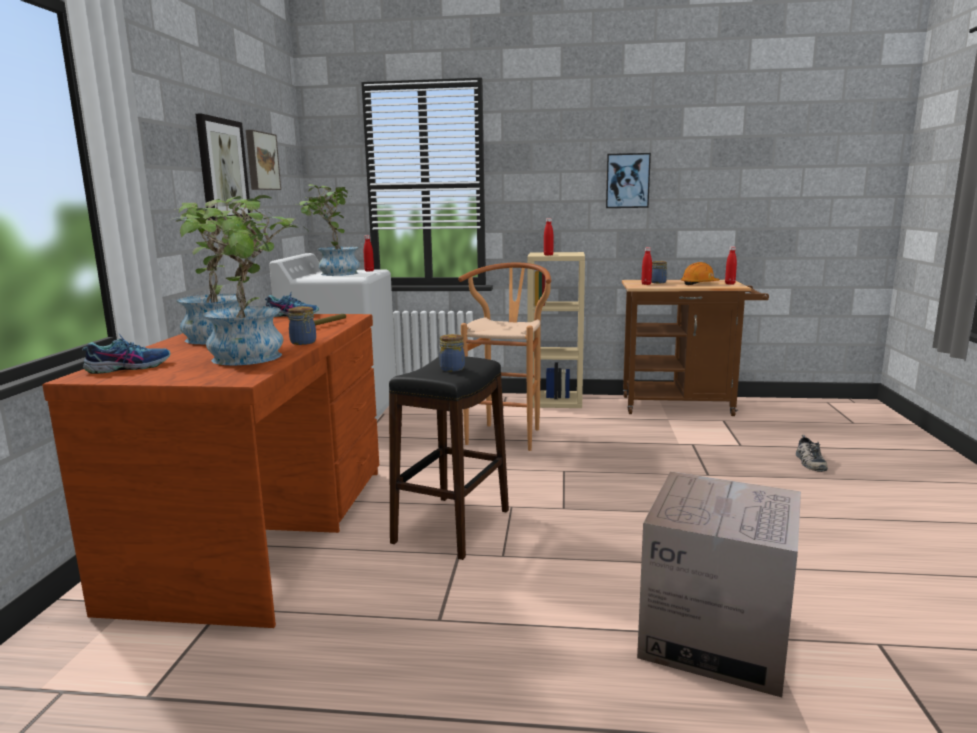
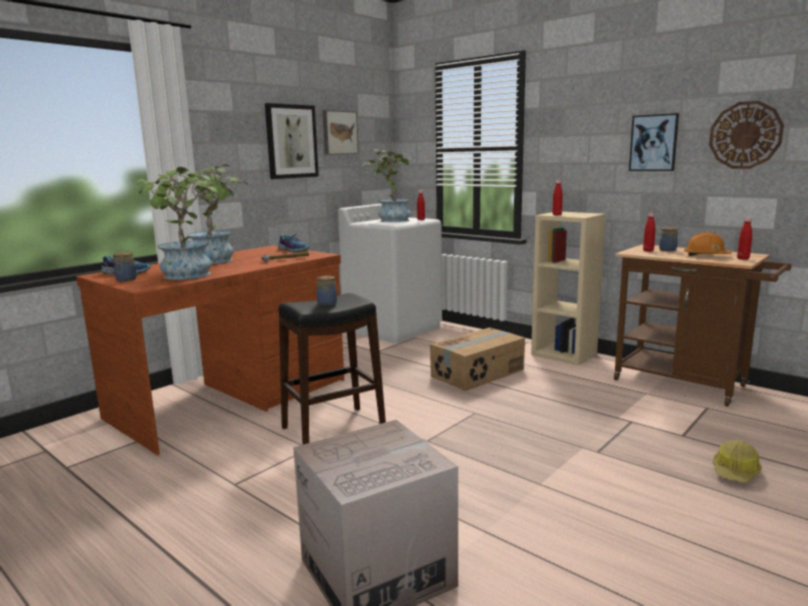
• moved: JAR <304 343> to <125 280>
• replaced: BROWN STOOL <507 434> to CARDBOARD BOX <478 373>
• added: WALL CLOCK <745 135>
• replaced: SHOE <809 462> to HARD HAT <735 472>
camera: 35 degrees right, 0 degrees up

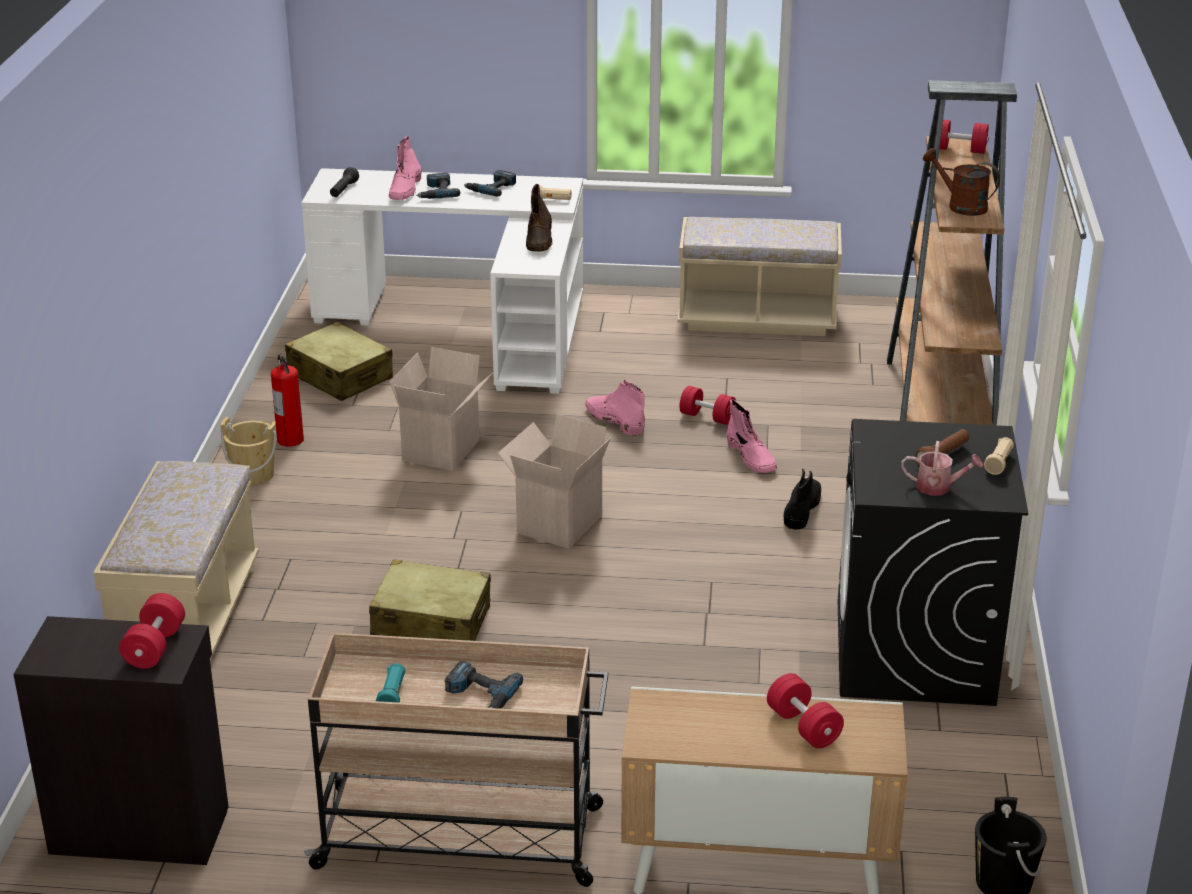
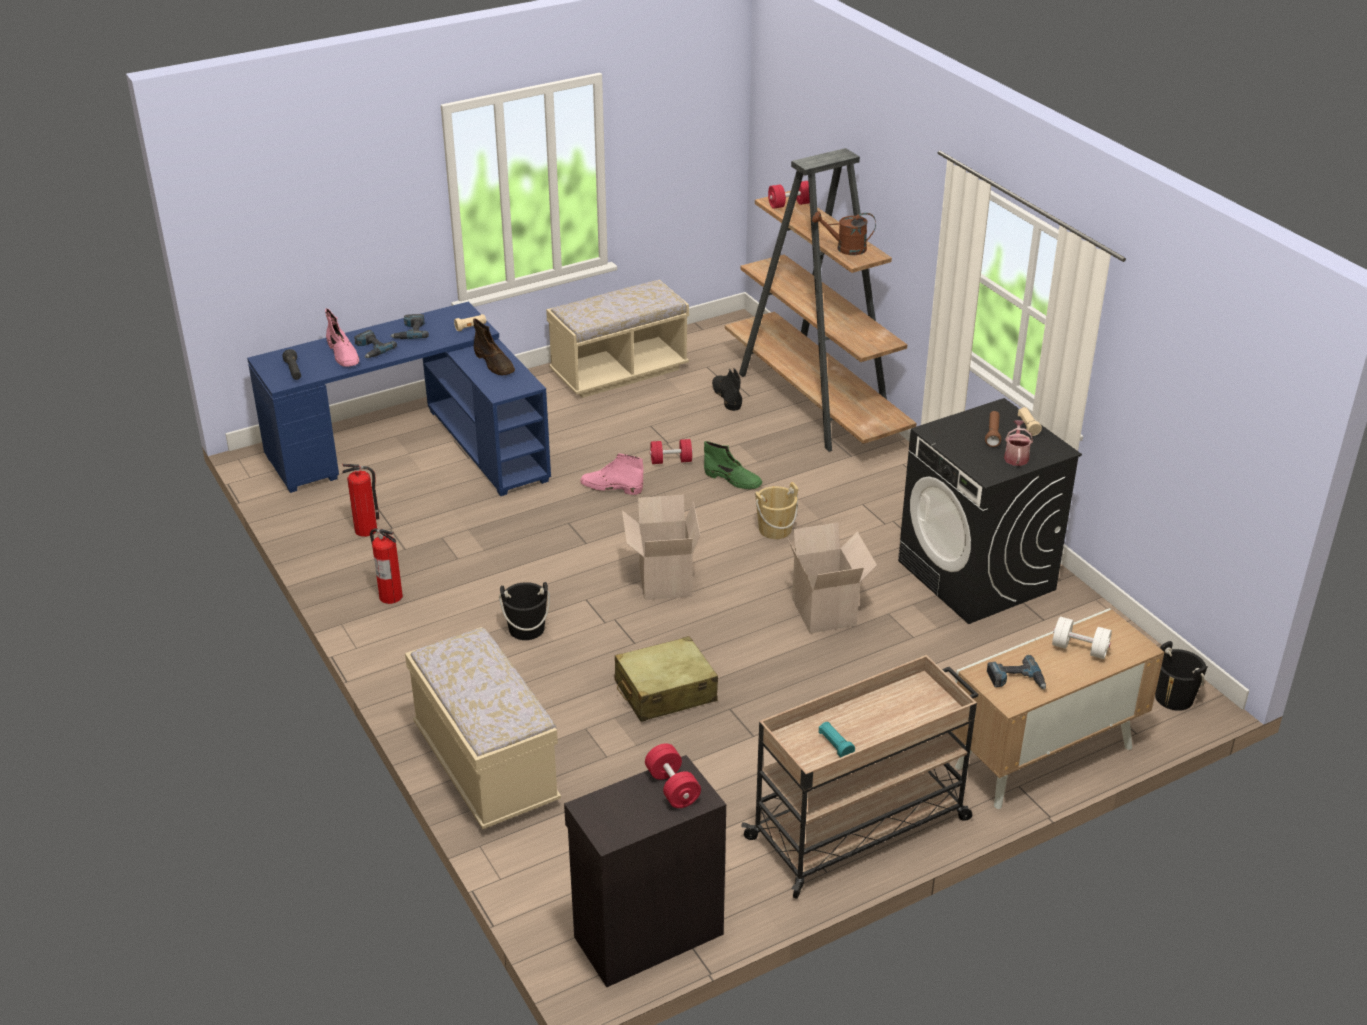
• recoloured: WHITE DESK <472 324> to BLUE DESK <418 449>
• replaced: BEIGE SUITCASE <340 376> to FIRE EXTINGUISHER <366 530>
• added: BLACK BUCKET <526 629>
• recoloured: PINK BOOT <751 457> to GREEN BOOT <733 480>
• moved: BLACK BOOT <802 508> to <726 396>
• moved: BEIGE BUCKET <253 475> to <775 529>
• moved: CARDBOARD BOX <443 451> to <826 612>
• moved: POWER DRILL <480 694> to <1016 679>
• turned: WATERING CAN <938 487> = <1016 456> 60 degrees counterclockwise
• recoloured: RED DUMBBELL <803 727> to WHITE DUMBBELL <1079 649>
camera: 35 degrees left, 5 degrees up

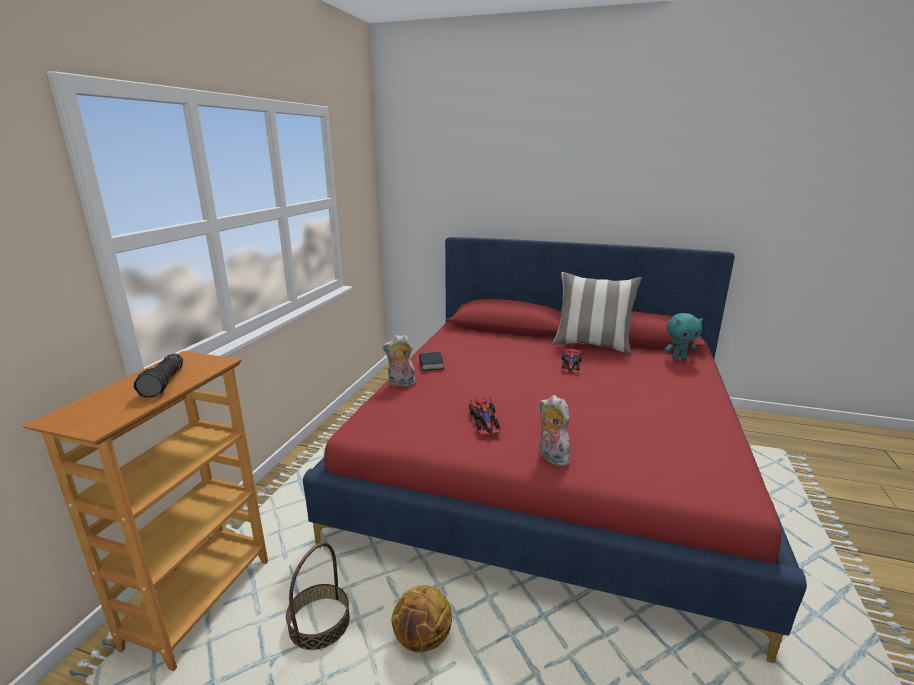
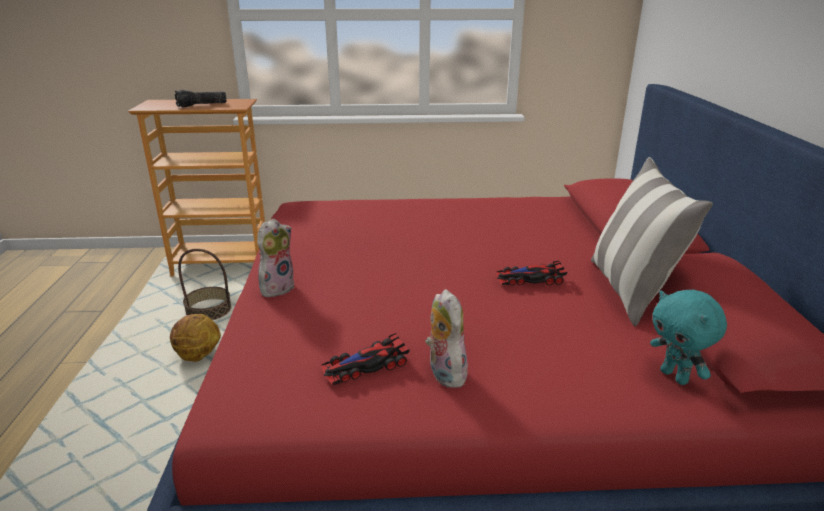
• moved: TOY CAR <484 420> to <365 365>
• moved: PLUSH TOY <400 384> to <444 373>
• removed: BOOK <431 364>
camera: 70 degrees right, 5 degrees up

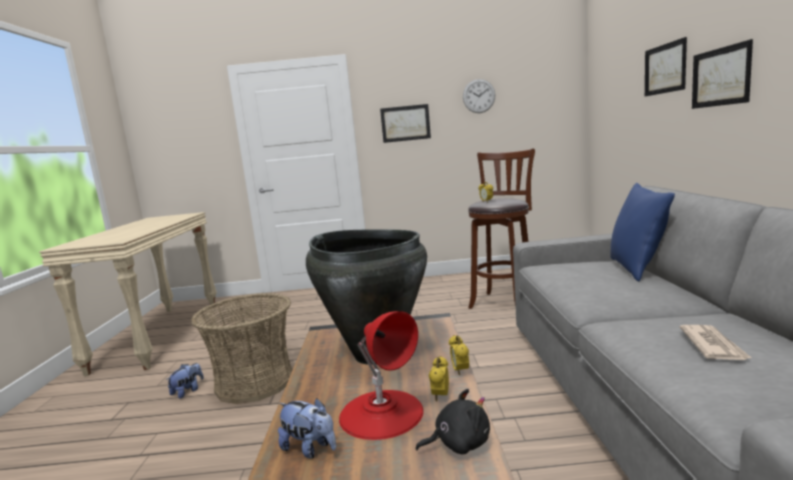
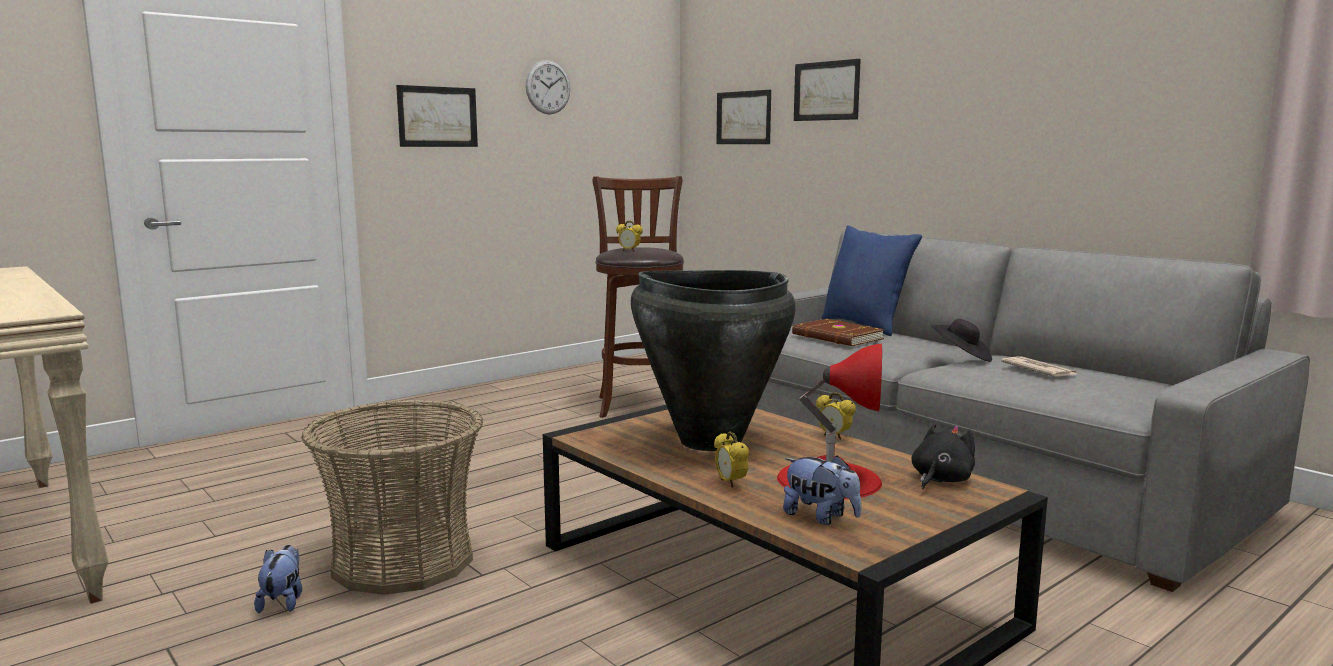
• moved: ALARM CLOCK <440 396> to <730 483>
• moved: PICTURE <720 77> to <743 117>
• turned: PLUSH TOY <310 449> = <820 517> 45 degrees clockwise
• added: BROWN BOOK <837 337>
• added: BLACK HAT <961 357>
camera: 40 degrees left, 0 degrees up

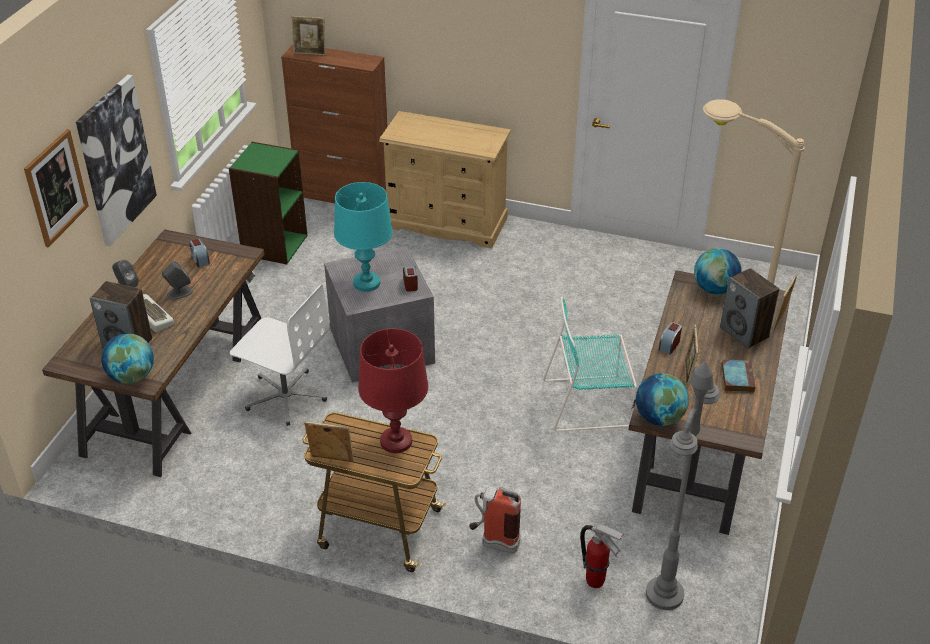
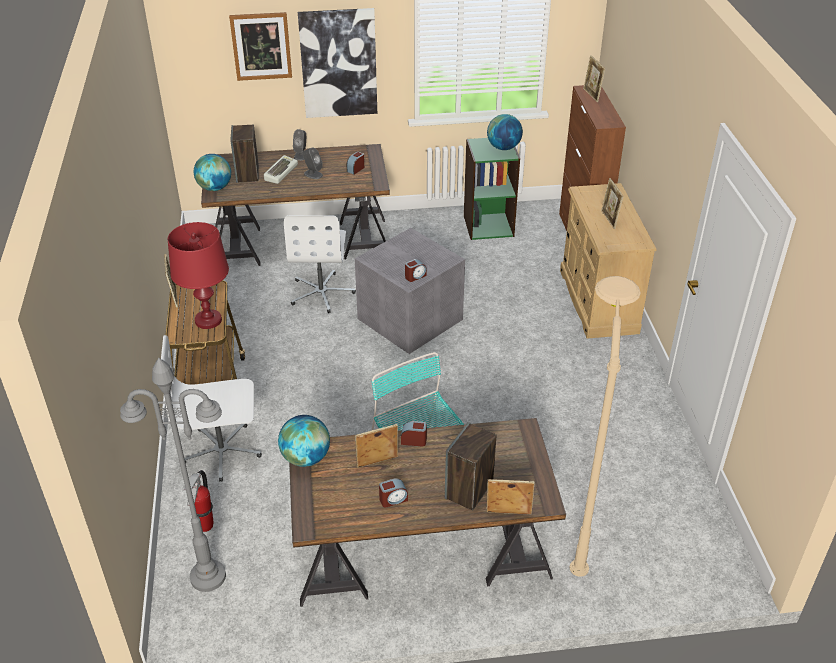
• replaced: FIRE EXTINGUISHER <494 543> to WHITE OFFICE CHAIR <222 451>
• replaced: BOOK <736 378> to ALARM CLOCK <393 499>
• moved: GLOBE <714 289> to <503 147>
• added: PICTURE FRAME <609 220>
• removed: TURQUOISE TABLE LAMP <366 283>
camera: 65 degrees right, 0 degrees up

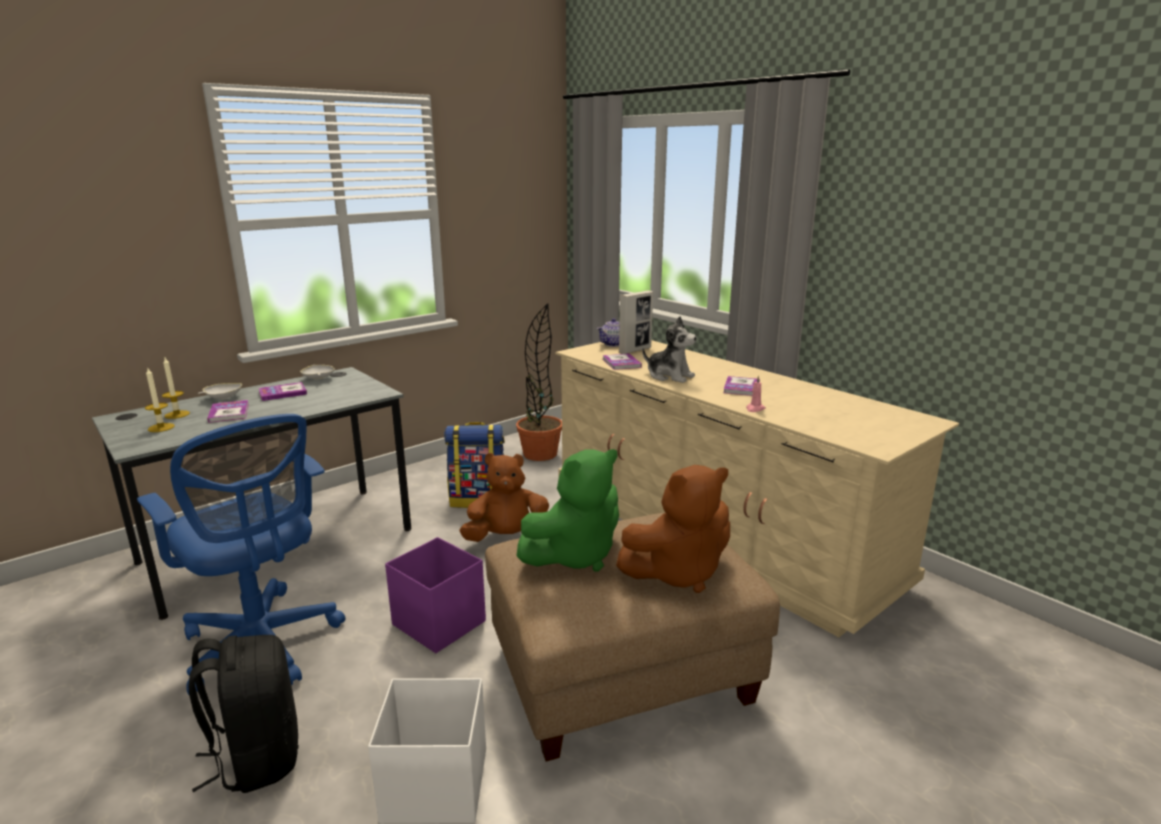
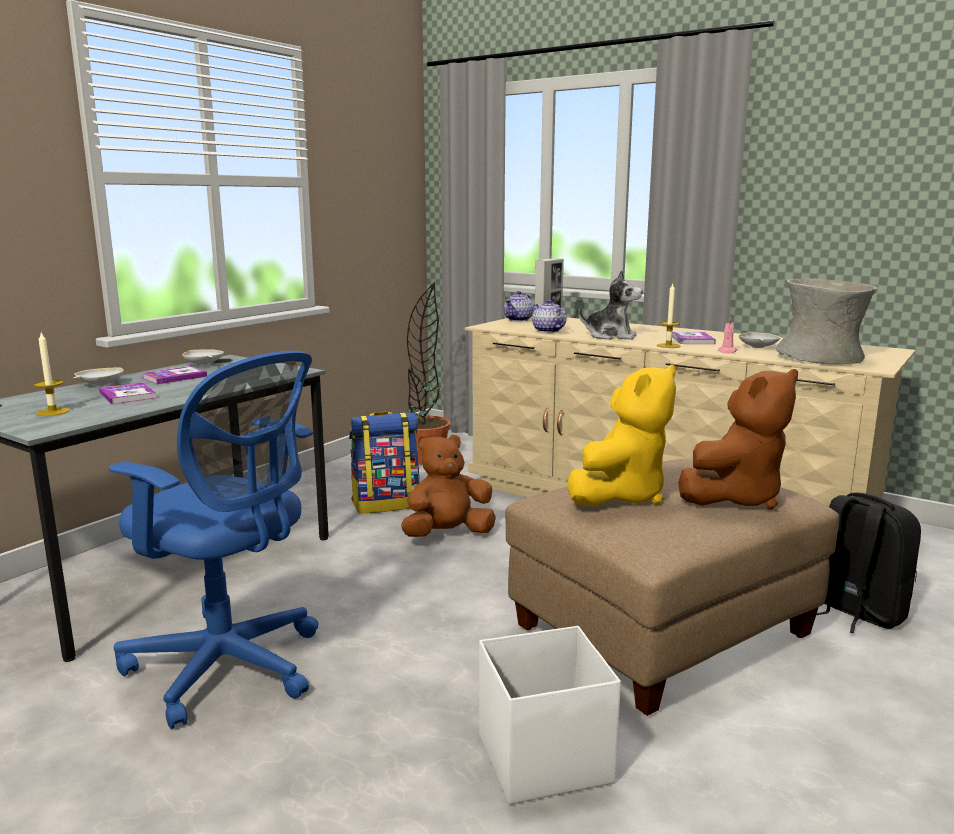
• replaced: BOOK <621 363> to TEAPOT <548 331>
• recoloured: GREEN PLUSH TOY <575 555> to YELLOW PLUSH TOY <621 495>
• moved: CANDLE <177 414> to <668 346>
• added: WHITE BOWL <758 347>
• added: GREY VASE <821 357>
• moved: BLACK BACKPACK <257 757> to <855 611>
• removed: PURPLE STORAGE BOX <438 622>
camera: 15 degrees left, 5 degrees down

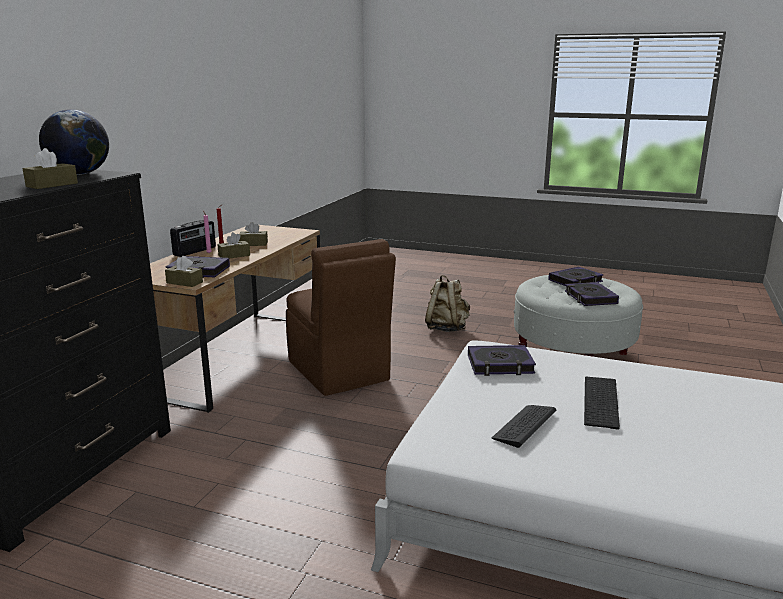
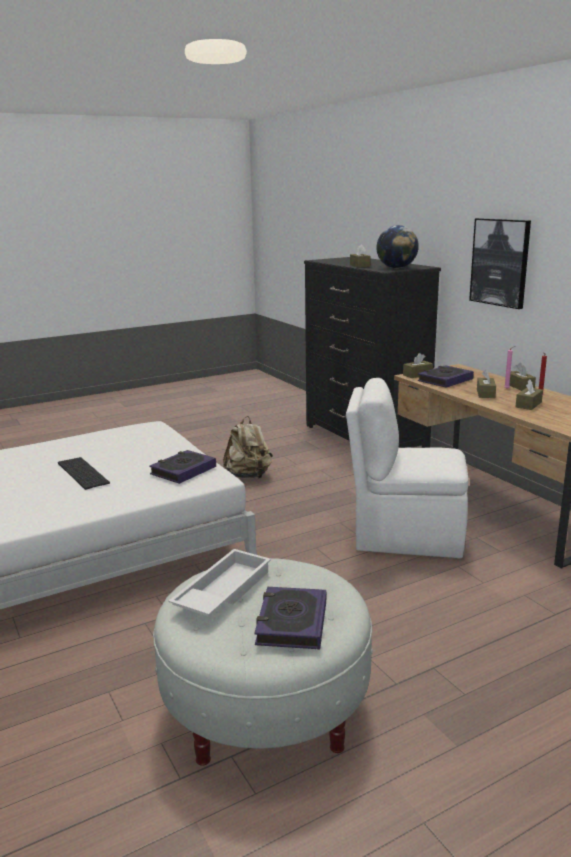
• replaced: BOOK <590 298> to WHITE TRAY <222 591>
• moved: BEIGE BACKPACK <446 328> to <248 476>
• recoloured: BROWN CHAIR <339 372> to WHITE CHAIR <405 535>
• added: PICTURE <500 262>
• replaced: RADIO <195 251> to BROWN TISSUE BOX <519 386>
• removed: KEYBOARD <524 426>
camera: 130 degrees right, 0 degrees up

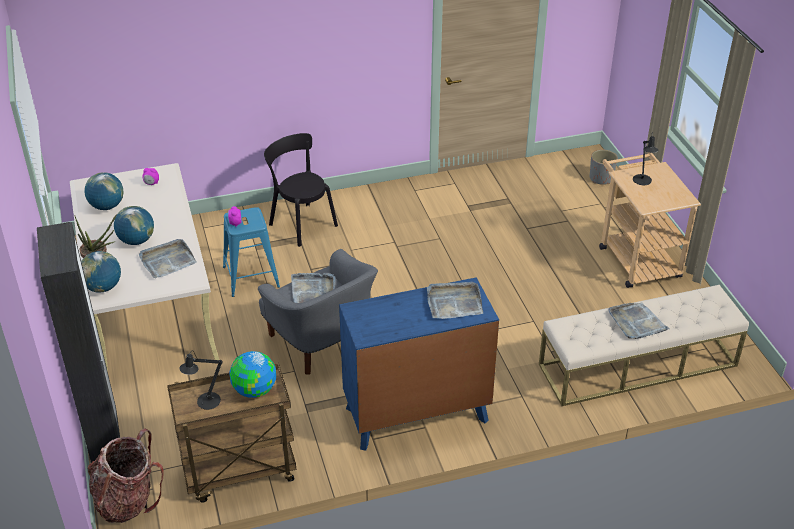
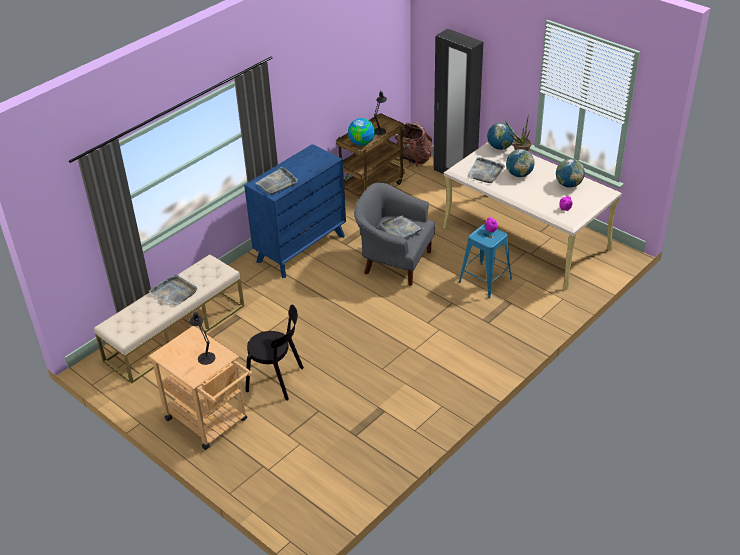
• moved: BLACK CHAIR <301 223> to <277 380>
• removed: GREY PLANTER <601 178>
camera: 150 degrees right, 0 degrees up

